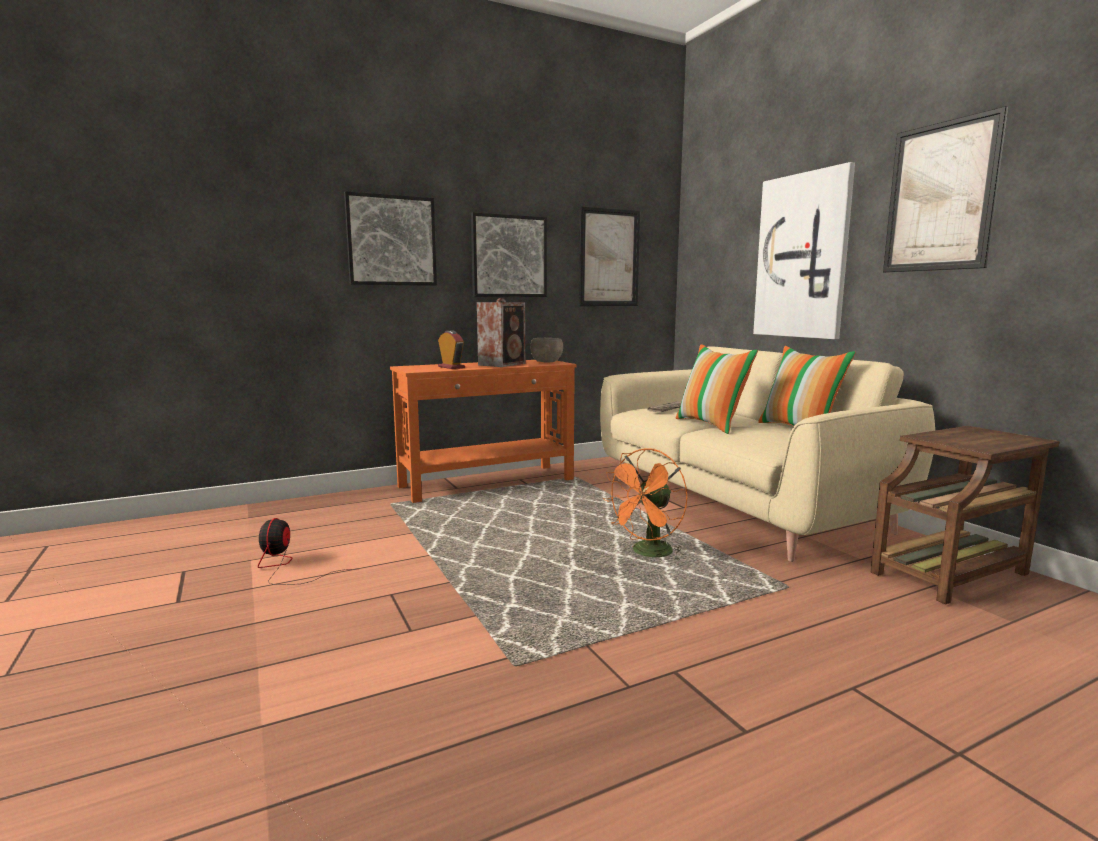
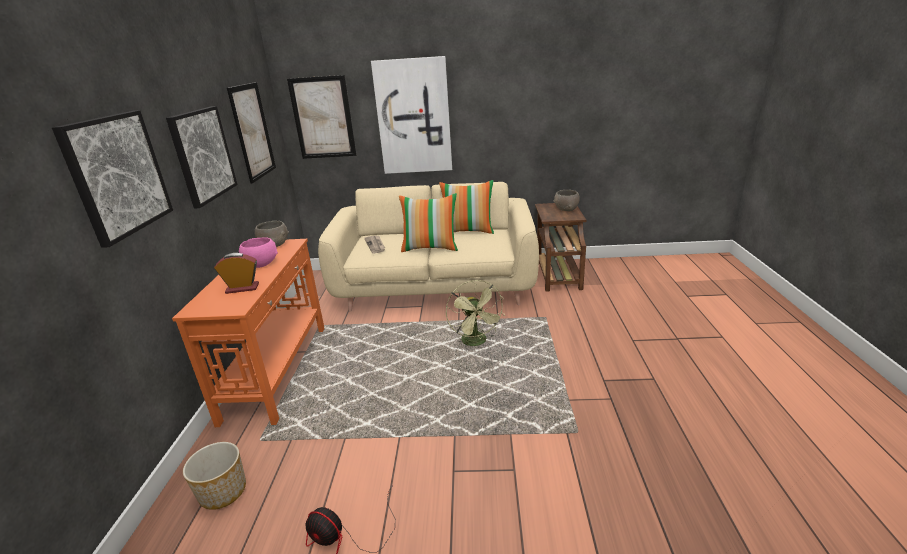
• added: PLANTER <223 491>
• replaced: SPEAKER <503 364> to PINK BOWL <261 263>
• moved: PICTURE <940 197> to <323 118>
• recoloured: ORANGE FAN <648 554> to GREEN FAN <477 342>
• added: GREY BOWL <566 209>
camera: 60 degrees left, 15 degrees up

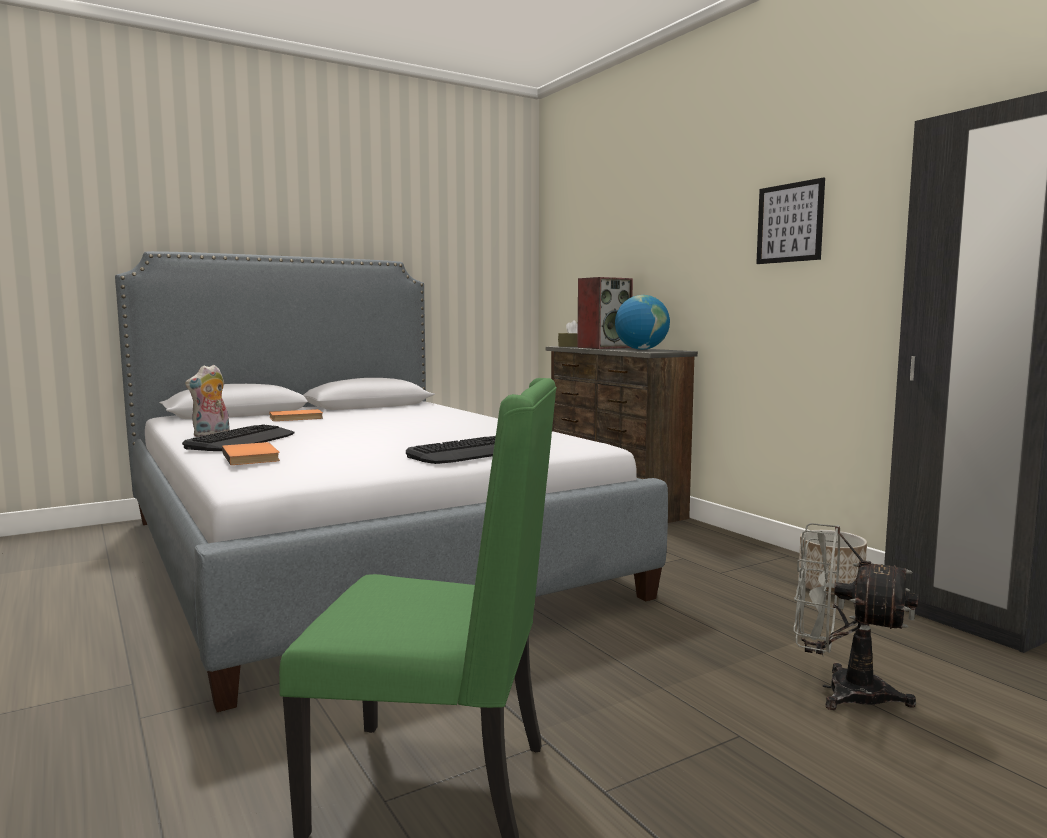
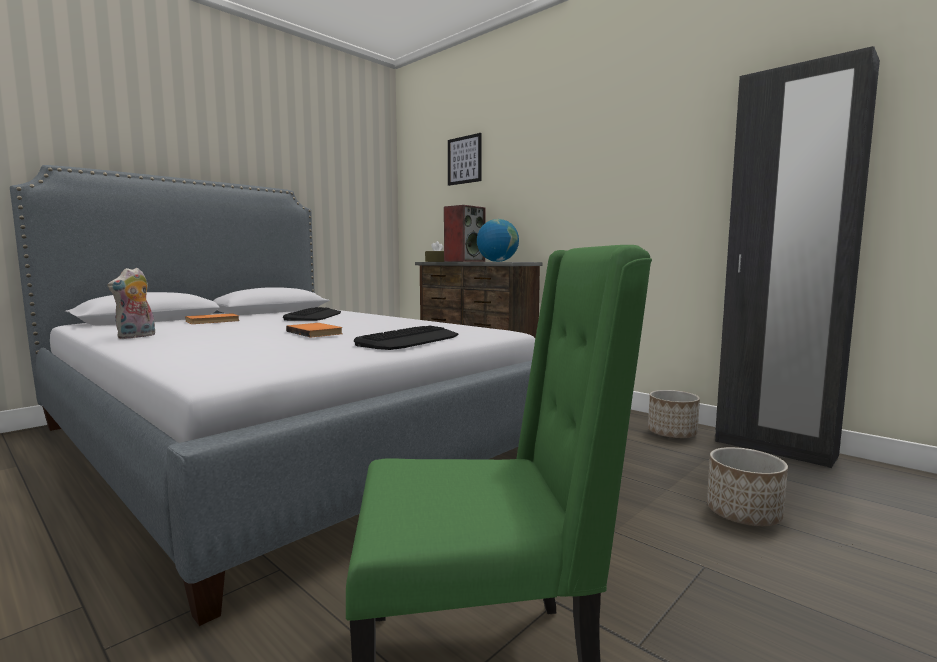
• moved: KEYBOARD <242 440> to <314 316>
• moved: ORANGE BOOK <253 457> to <316 332>
• moved: PICTURE <790 223> to <464 160>
• replaced: GREY FAN <840 691> to PLANTER <744 514>
camera: 15 degrees left, 0 degrees up

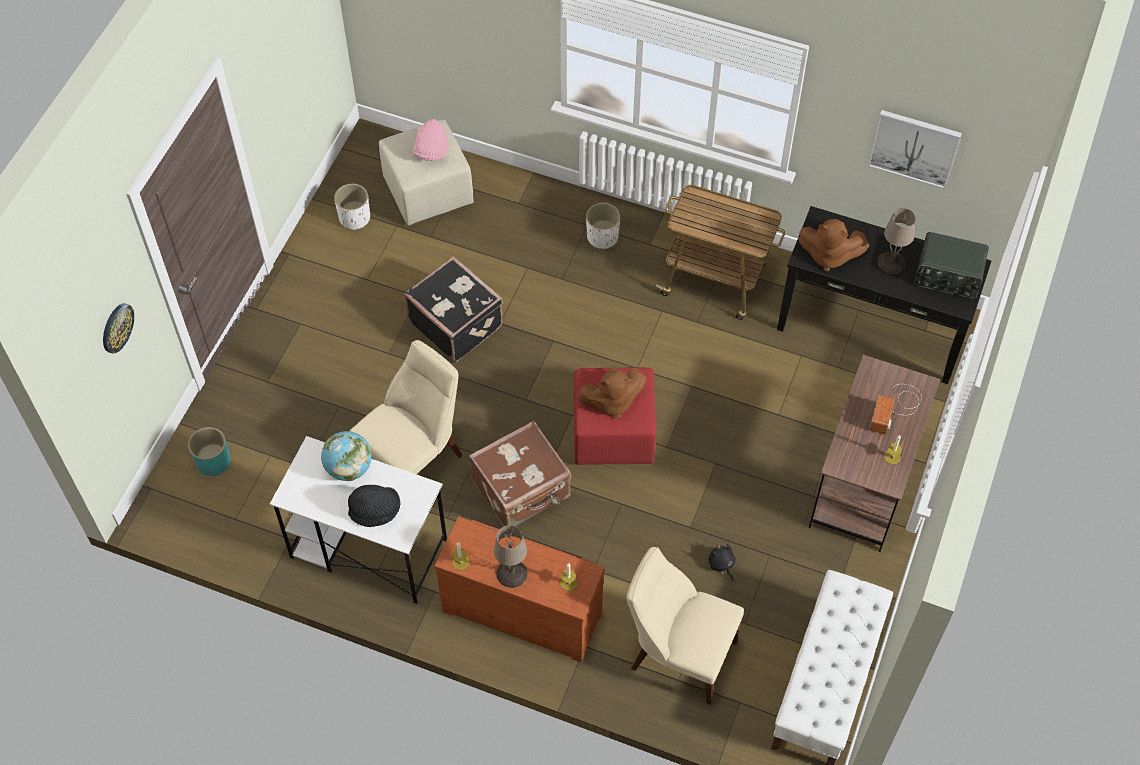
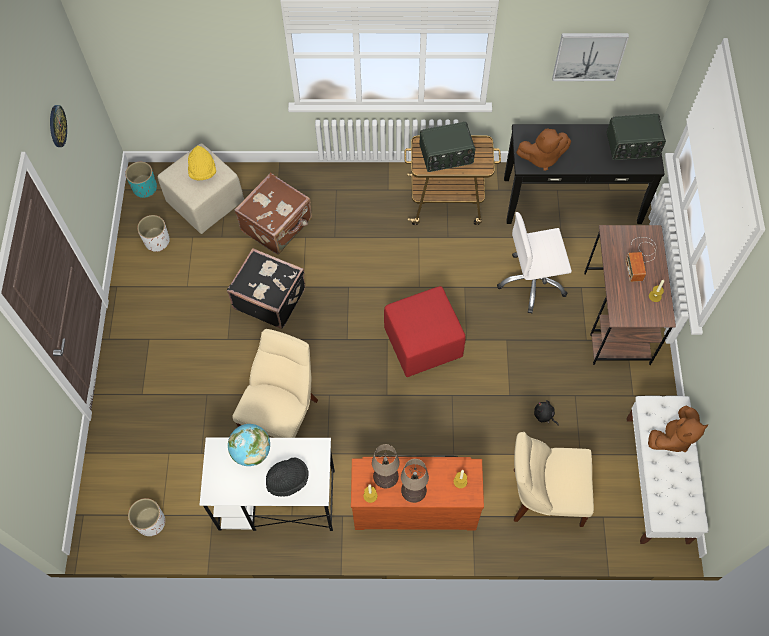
• moved: WALL CLOCK <117 327> to <57 126>
• moved: TURQUOISE PLANTER <213 461> to <145 188>
• moved: WHITE PLANTER <602 237> to <151 522>
• recoloured: PINK HAT <431 151> to YELLOW HAT <202 171>
• moved: BROWN SUITCASE <522 490> to <277 225>
• moved: BEIGE TABLE LAMP <890 262> to <385 476>
• added: RADIO <446 155>
• added: WHITE OFFICE CHAIR <532 282>
• moved: BROWN PLUSH TOY <611 401> to <672 438>
camera: 20 degrees left, 5 degrees up

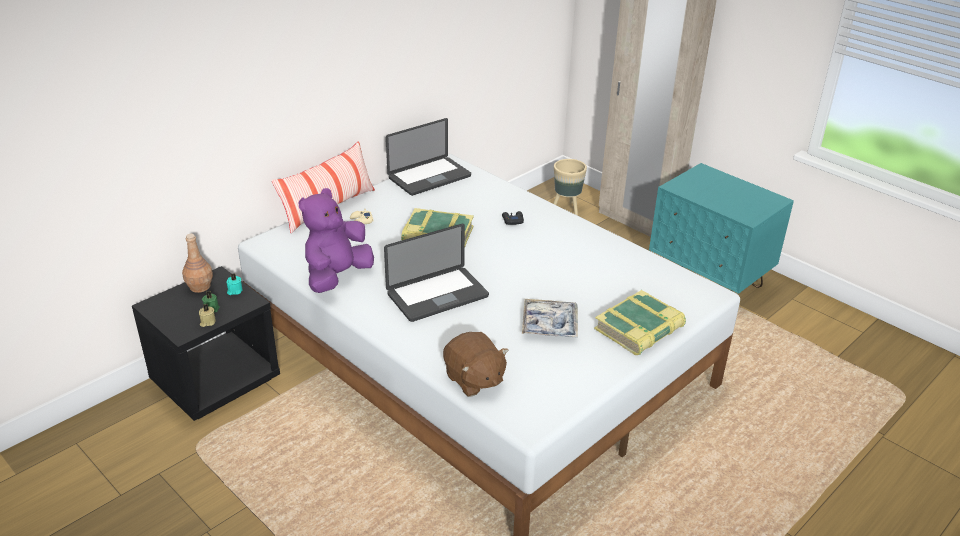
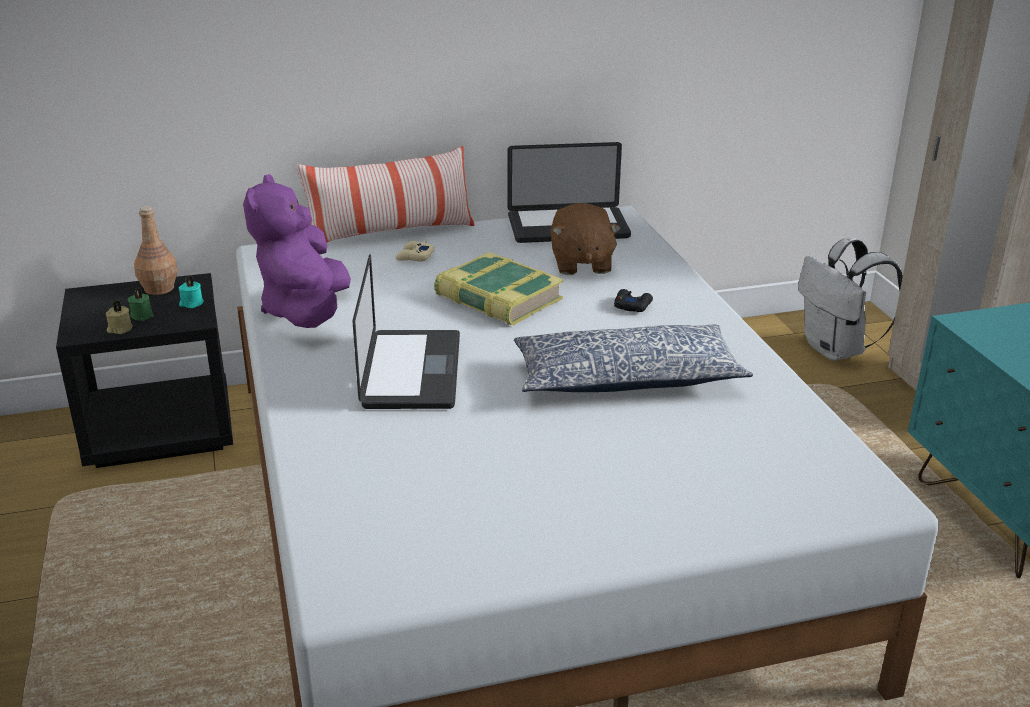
• turned: PURPLE PLUSH TOY <337 277> = <306 312> 60 degrees counterclockwise
• turned: LAPTOP <437 295> = <411 371> 90 degrees counterclockwise
• added: PILLOW <625 379>
• moved: BROWN PLUSH TOY <474 379> to <581 264>
• replaced: BEIGE PLANTER <567 209> to WHITE BACKPACK <836 350>
• removed: TRAY <549 324>
• removed: BOOK <639 329>
camera: 30 degrees right, 5 degrees down

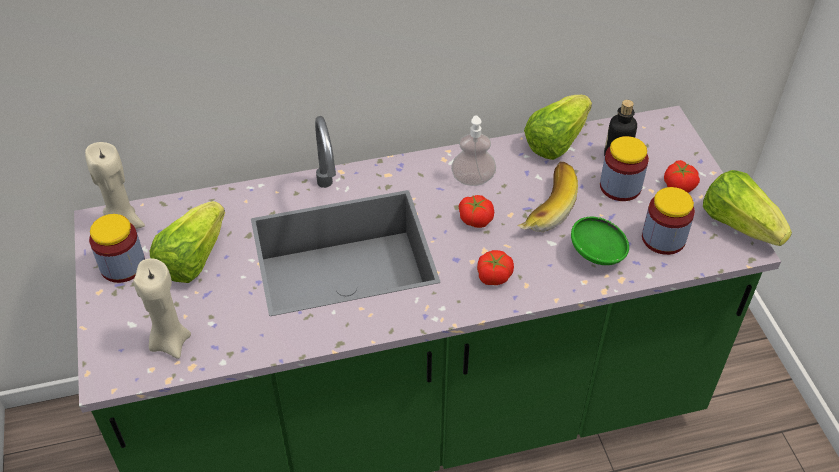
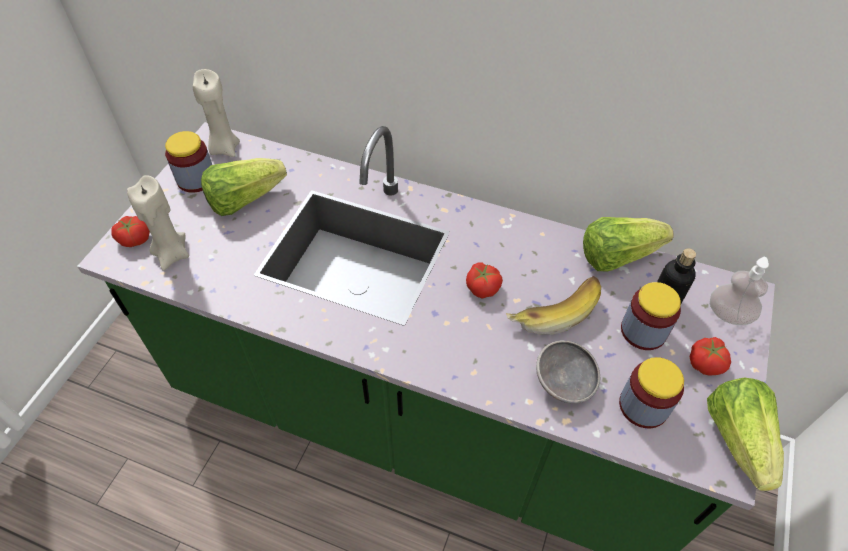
• moved: TOMATO <493 275> to <134 238>
• recoloured: GREEN BOWL <598 254> to GREY BOWL <565 383>
• moved: SOAP DISPENSER <473 179> to <728 314>
camera: 35 degrees right, 5 degrees up

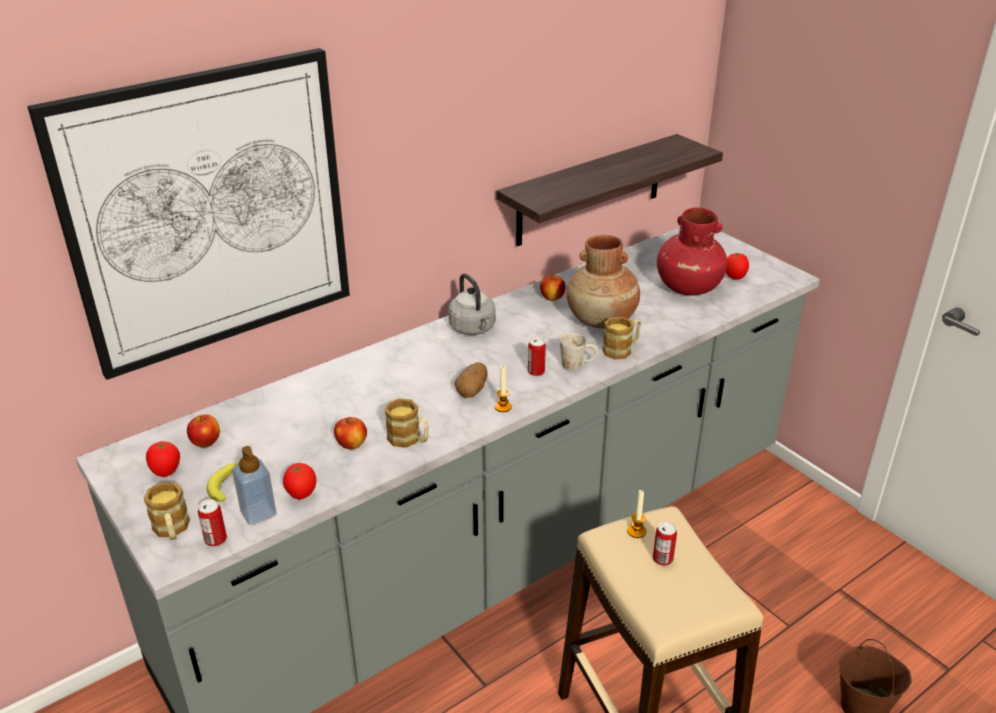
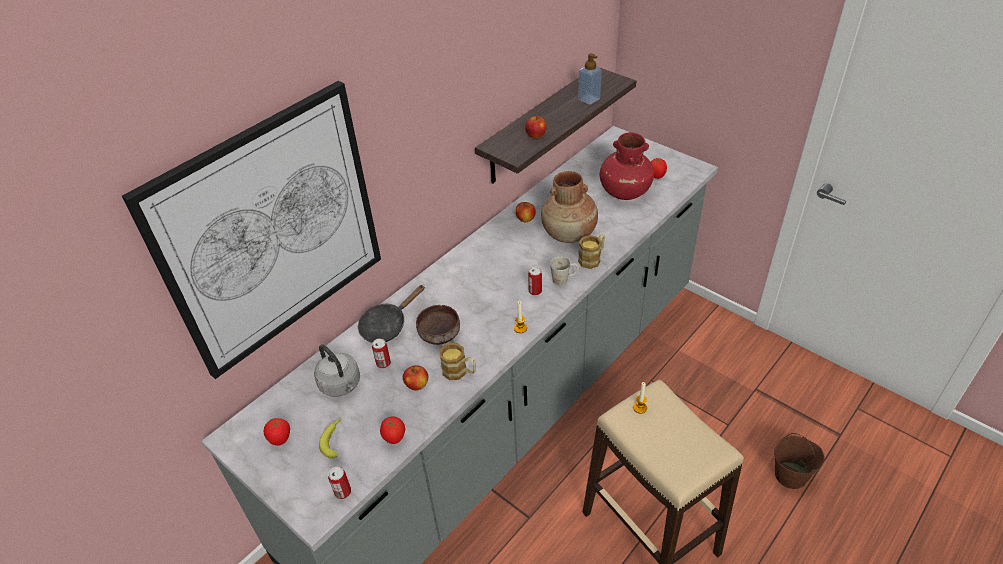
• moved: GREY KETTLE <473 329> to <341 385>
• added: BLACK FRYING PAN <387 325>
• moved: CAN <662 559> to <383 363>
• added: BROWN BOWL <438 334>
• moved: APPLE <206 442> to <536 136>
• moved: SOAP DISPENSER <258 513> to <589 99>
• removed: MUG <172 530>
• removed: POTATO <472 390>
camera: 10 degrees left, 10 degrees up

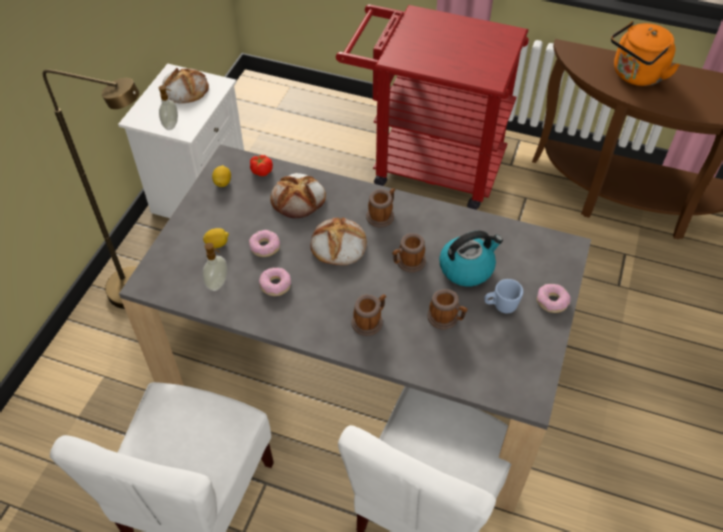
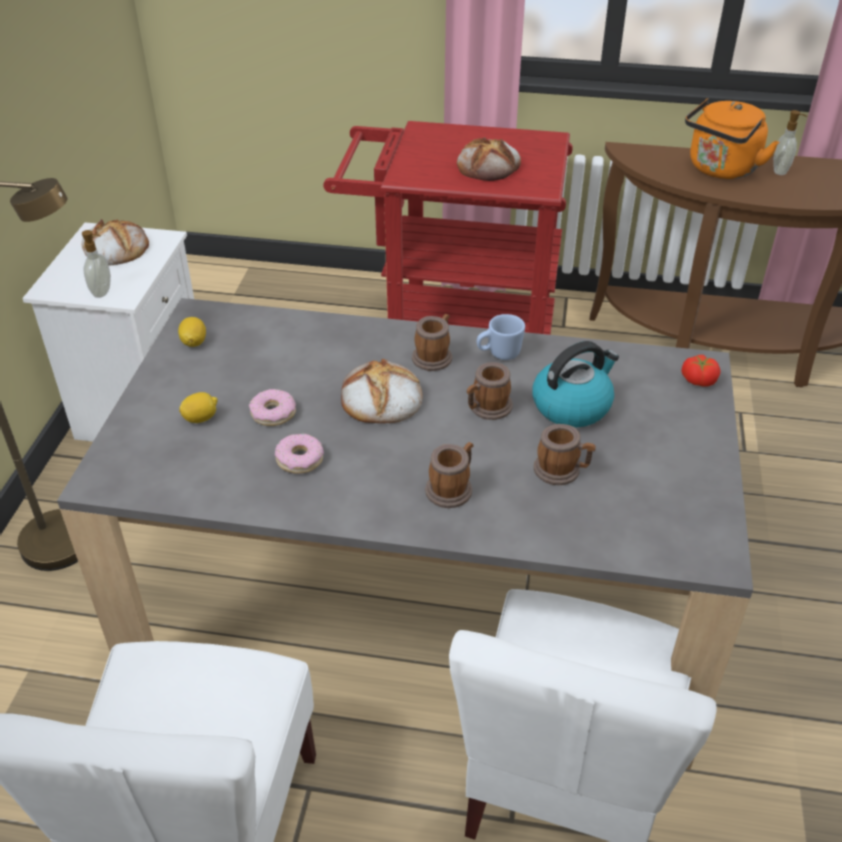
• moved: BREAD <298 199> to <489 166>
• moved: BLUE MUG <500 306> to <499 354>
• moved: TOMATO <262 170> to <698 379>
• moved: SOAP DISPENSER <218 284> to <781 171>
• removed: DONUT <552 301>
camera: 10 degrees left, 10 degrees down

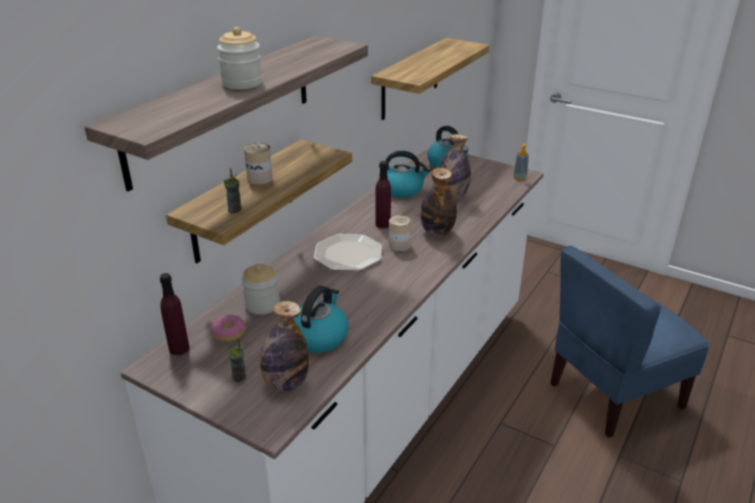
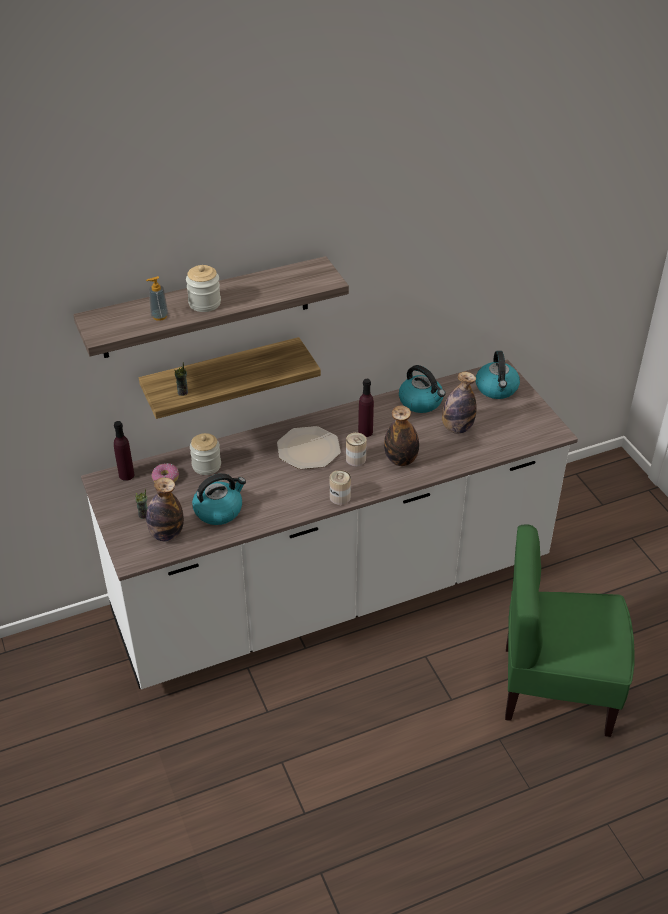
• moved: SOAP DISPENSER <519 178> to <159 316>
• moved: CAN <260 178> to <340 497>
• recoloured: BLUE CHAIR <613 394> to GREEN CHAIR <555 688>
• removed: SHELF <410 79>
camera: 35 degrees right, 10 degrees up

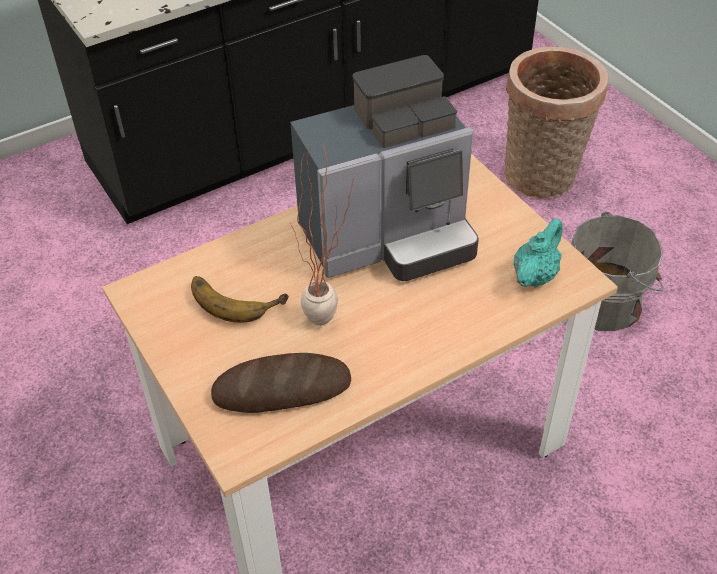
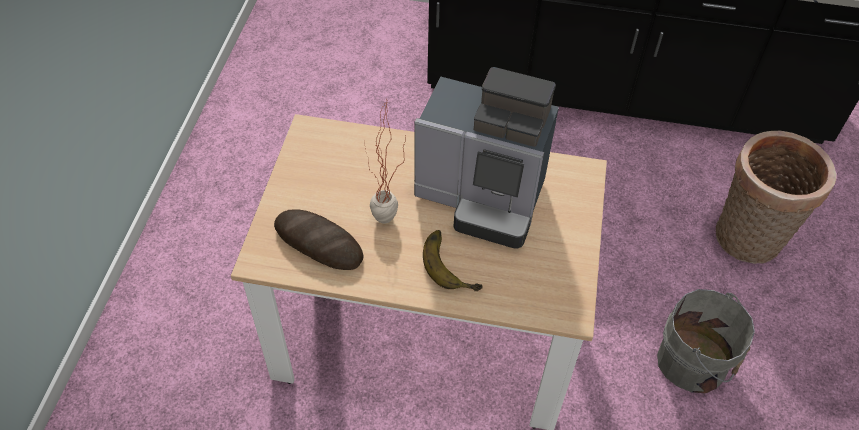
• moved: BANANA <236 297> to <453 263>
• removed: TURQUOISE TEAPOT <535 275>
camera: 40 degrees right, 5 degrees up

